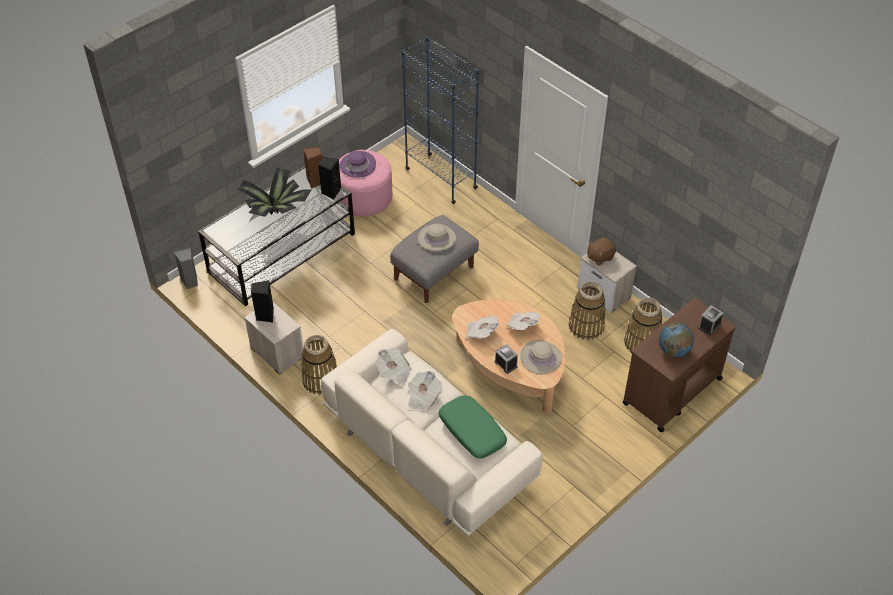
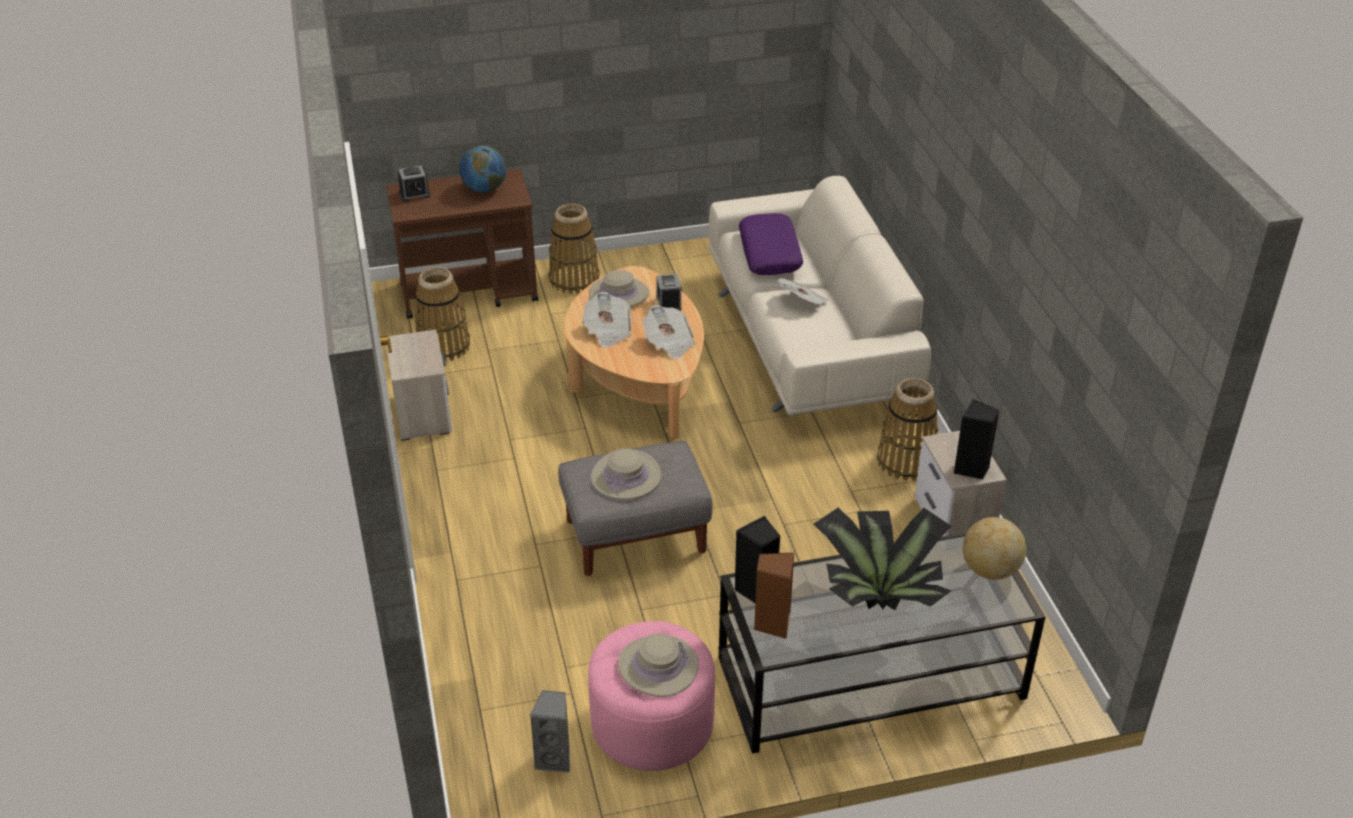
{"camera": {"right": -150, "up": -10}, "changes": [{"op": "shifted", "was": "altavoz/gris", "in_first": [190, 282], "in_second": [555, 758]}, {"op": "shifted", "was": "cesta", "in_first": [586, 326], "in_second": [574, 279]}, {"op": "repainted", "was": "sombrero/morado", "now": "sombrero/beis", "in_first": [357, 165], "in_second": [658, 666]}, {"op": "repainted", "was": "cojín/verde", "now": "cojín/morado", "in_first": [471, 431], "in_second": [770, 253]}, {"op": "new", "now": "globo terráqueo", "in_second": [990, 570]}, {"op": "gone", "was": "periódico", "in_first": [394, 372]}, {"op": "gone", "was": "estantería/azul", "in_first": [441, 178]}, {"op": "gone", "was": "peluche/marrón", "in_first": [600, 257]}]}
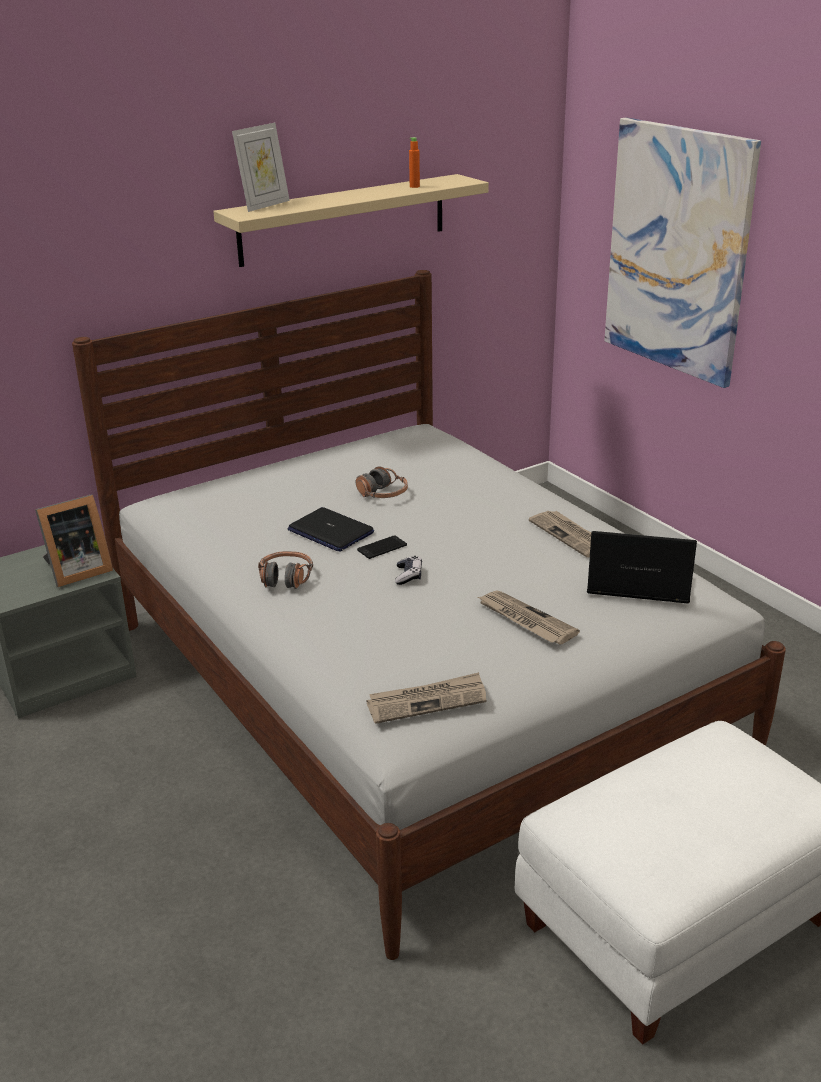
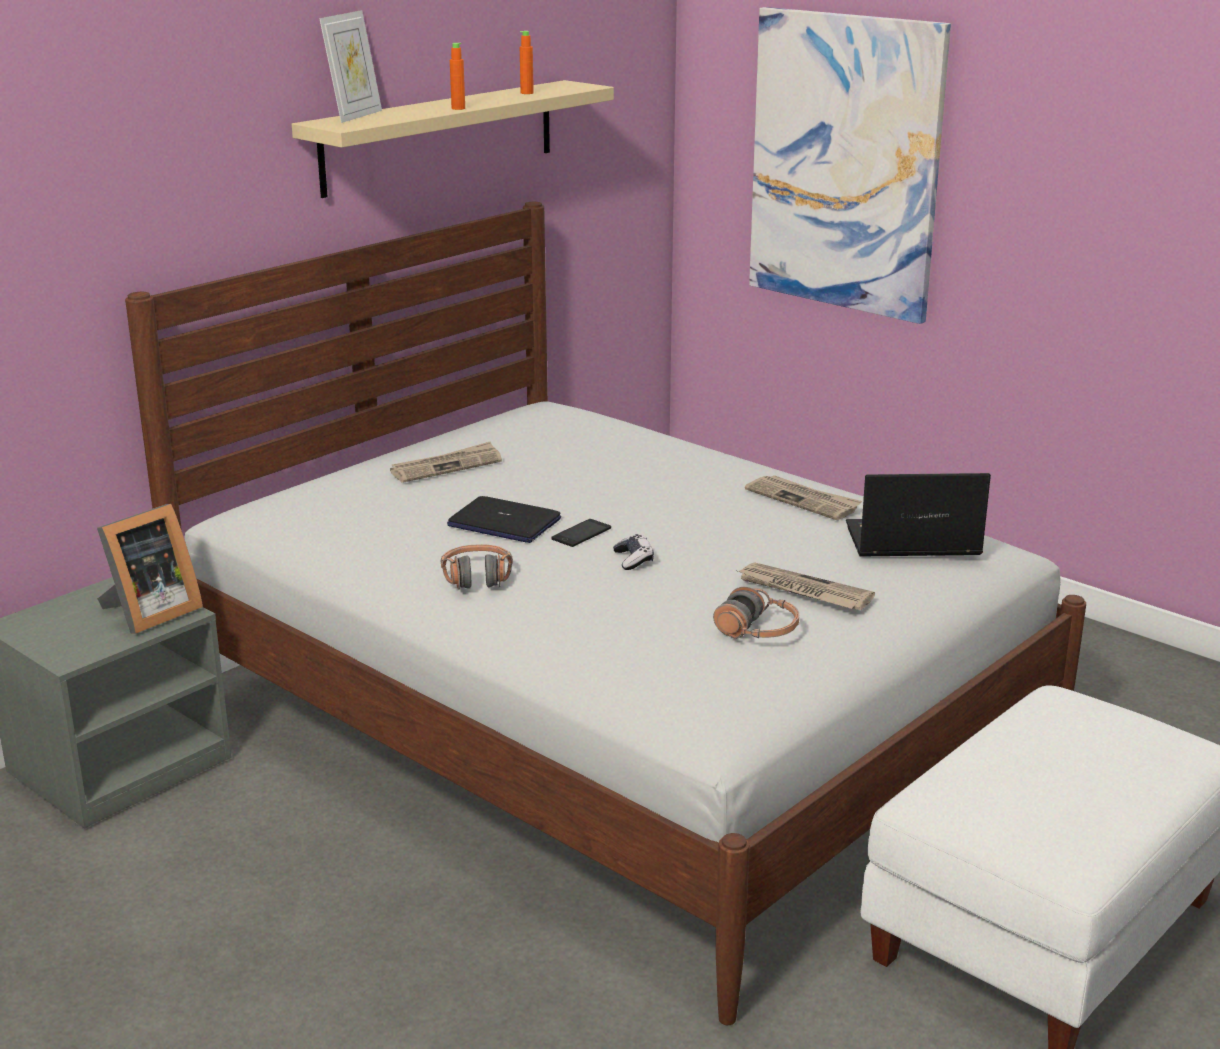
{"camera": {"right": -15, "up": -5}, "changes": [{"op": "shifted", "was": "periódico", "in_first": [427, 701], "in_second": [446, 466]}, {"op": "new", "now": "botella/naranja", "in_second": [458, 108]}, {"op": "shifted", "was": "auriculares", "in_first": [382, 494], "in_second": [757, 631]}]}
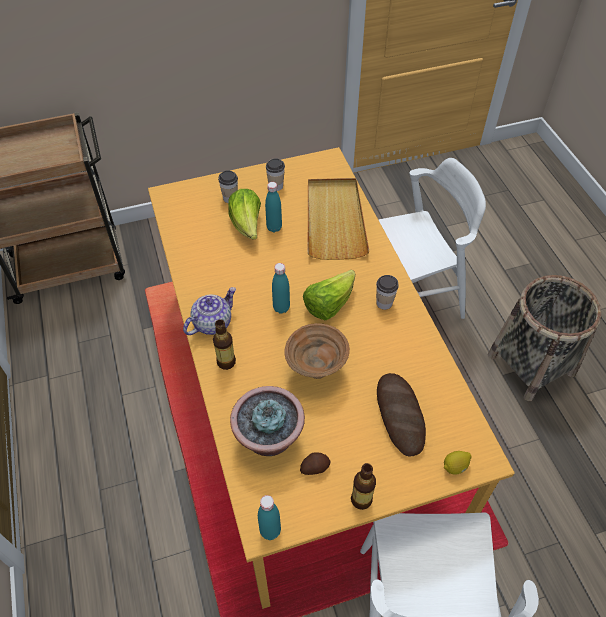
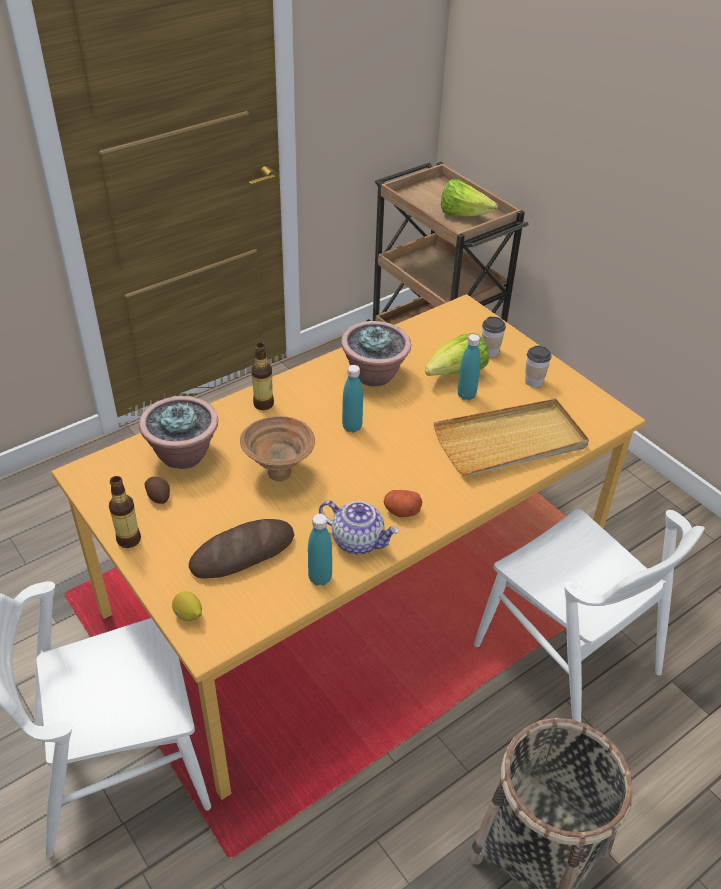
{"camera": {"right": 70, "up": -10}, "changes": [{"op": "shifted", "was": "botella/turquesa", "in_first": [270, 531], "in_second": [320, 578]}, {"op": "shifted", "was": "tetera", "in_first": [212, 323], "in_second": [358, 540]}, {"op": "new", "now": "planta en maceta", "in_second": [374, 375]}, {"op": "swapped", "was": "taza", "now": "patata", "in_first": [384, 303], "in_second": [401, 511]}, {"op": "shifted", "was": "lechuga", "in_first": [329, 304], "in_second": [463, 215]}]}
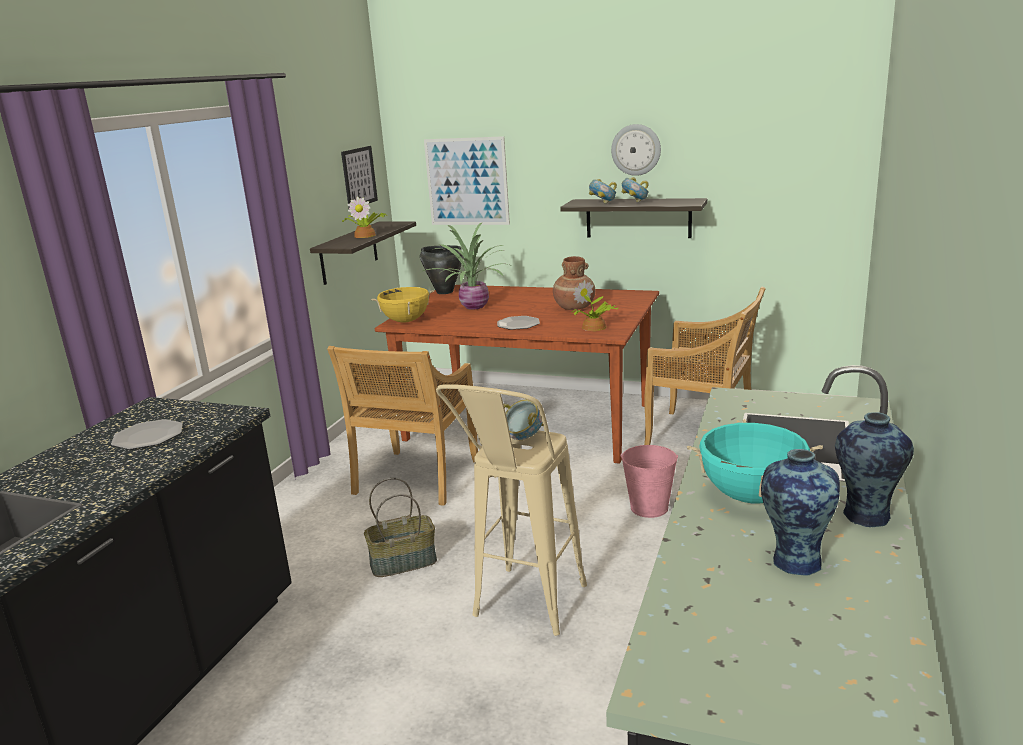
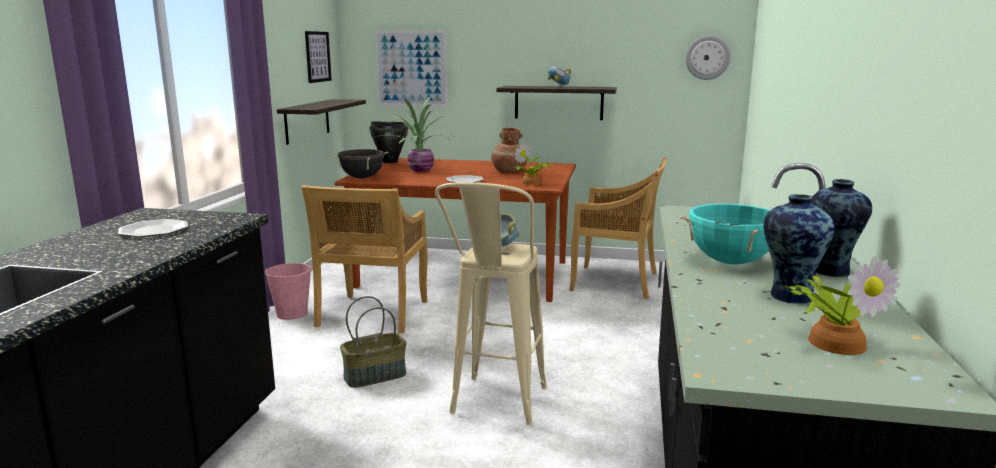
{"camera": {"right": -10, "up": -5}, "changes": [{"op": "shifted", "was": "cubo/rosa", "in_first": [649, 507], "in_second": [292, 313]}, {"op": "repainted", "was": "olla/amarillo", "now": "olla/negro", "in_first": [405, 321], "in_second": [362, 178]}, {"op": "shifted", "was": "reloj de pared", "in_first": [636, 149], "in_second": [707, 57]}, {"op": "shifted", "was": "planta en maceta", "in_first": [366, 235], "in_second": [837, 341]}, {"op": "gone", "was": "cuenco", "in_first": [603, 204]}]}
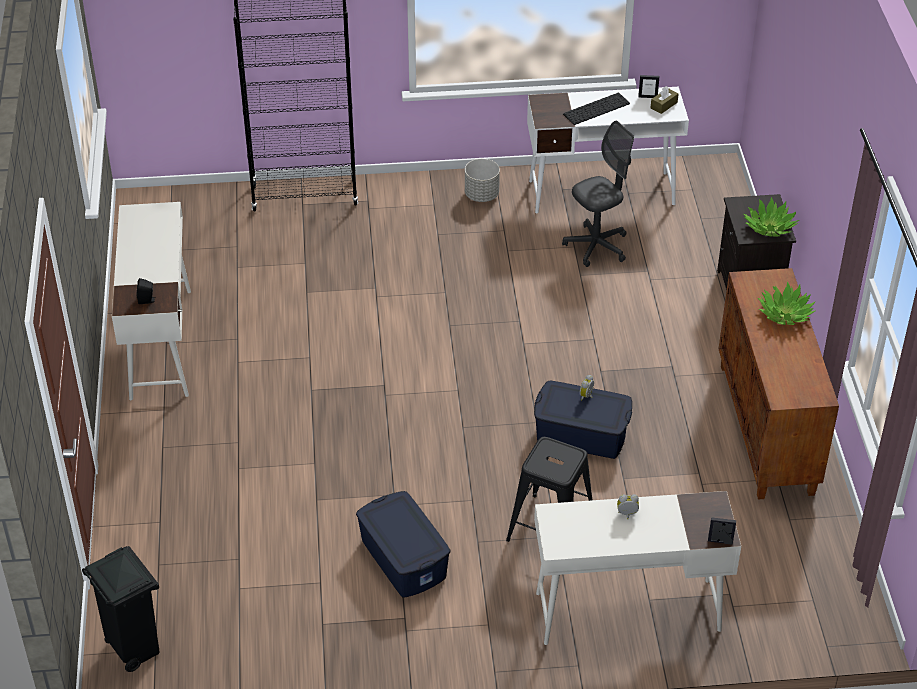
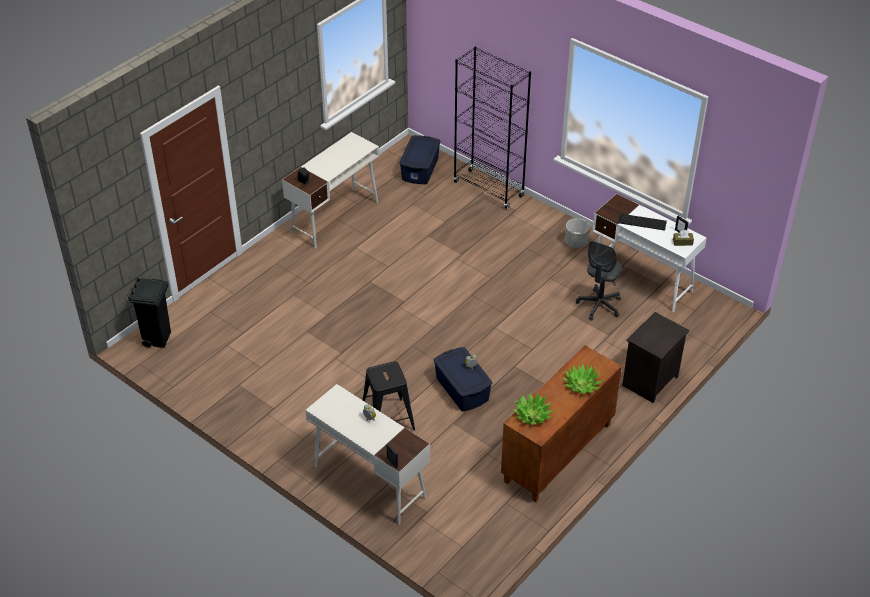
{"camera": {"right": 45, "up": 0}, "changes": [{"op": "shifted", "was": "caja de almacenaje/azul", "in_first": [404, 558], "in_second": [420, 169]}, {"op": "shifted", "was": "planta en maceta", "in_first": [769, 227], "in_second": [532, 414]}, {"op": "rotated", "was": "silla de oficina/gris", "in_first": [596, 246], "in_second": [599, 305], "clockwise": 105}]}
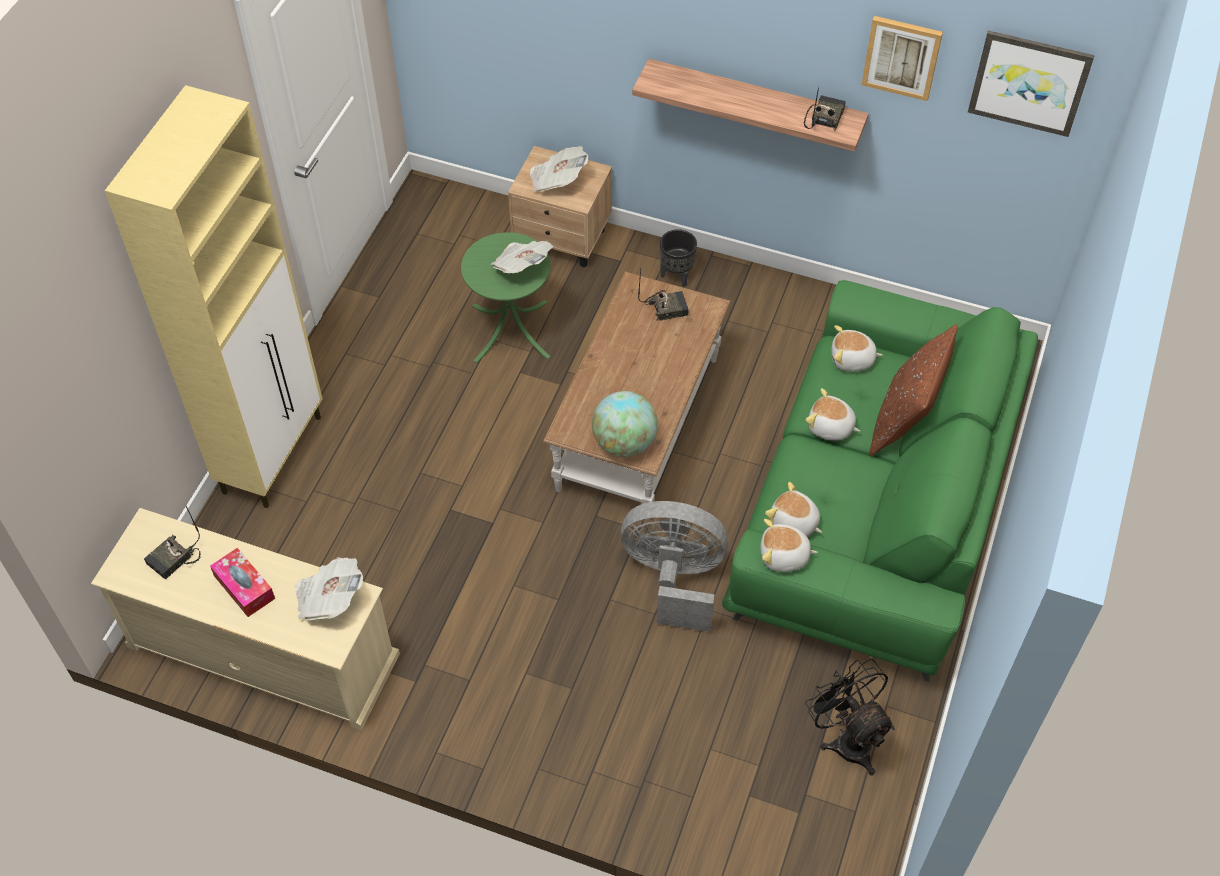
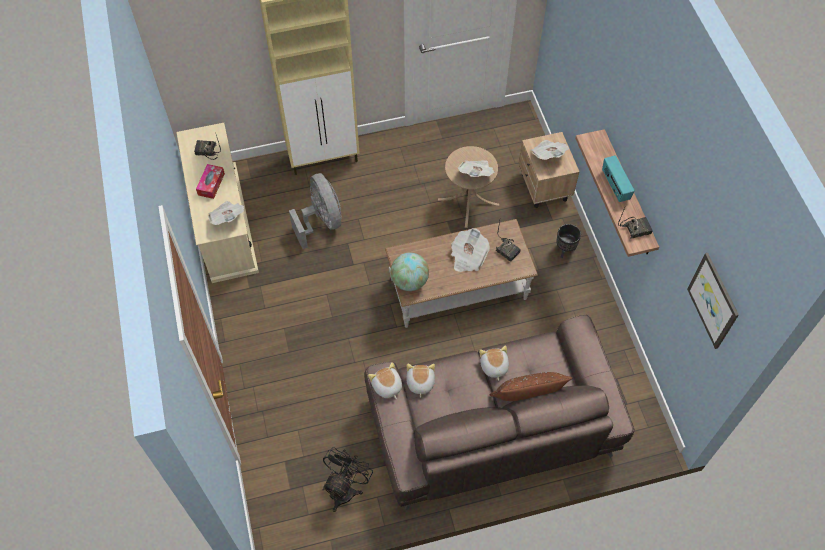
{"camera": {"right": 55, "up": 5}, "changes": [{"op": "shifted", "was": "ventilador/gris", "in_first": [674, 579], "in_second": [321, 222]}, {"op": "repainted", "was": "sofá/verde", "now": "sofá/marrón", "in_first": [873, 509], "in_second": [491, 426]}, {"op": "repainted", "was": "mesa auxiliar/verde", "now": "mesa auxiliar/beis", "in_first": [511, 331], "in_second": [468, 202]}, {"op": "new", "now": "periódico", "in_second": [468, 257]}, {"op": "new", "now": "radio", "in_second": [615, 186]}, {"op": "gone", "was": "peluche", "in_first": [852, 360]}, {"op": "gone", "was": "cuadro", "in_first": [901, 57]}]}
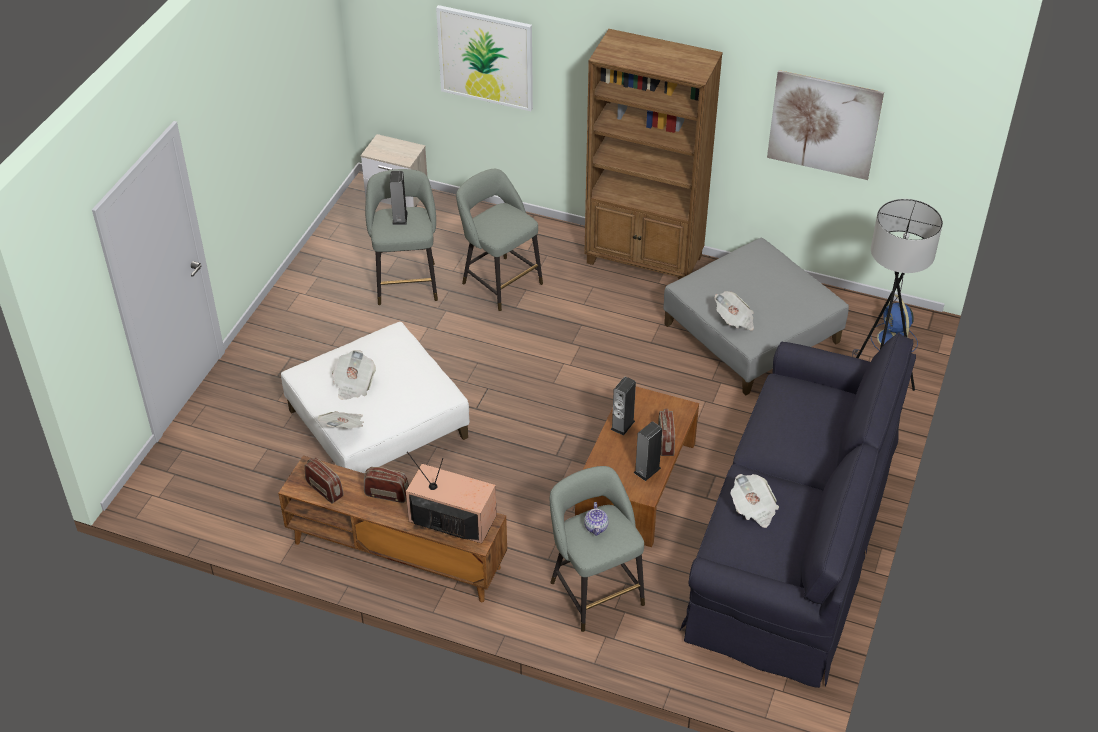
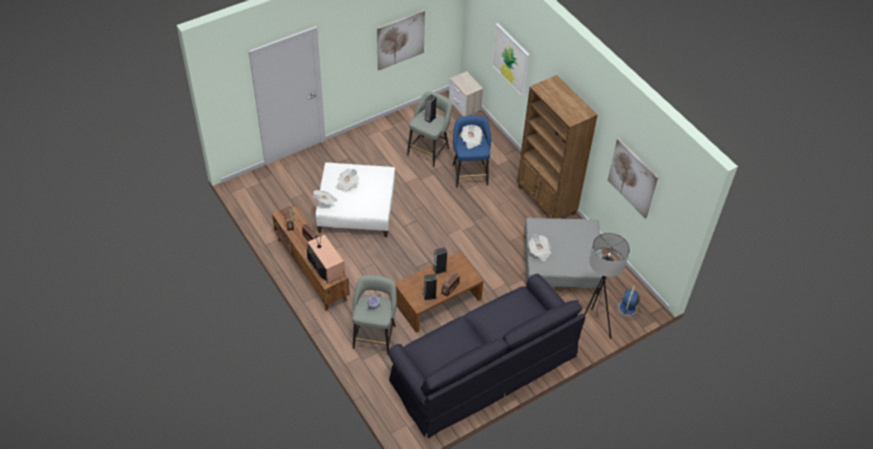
{"camera": {"right": 35, "up": 5}, "changes": [{"op": "new", "now": "cuadro", "in_second": [400, 40]}, {"op": "repainted", "was": "taburete/gris", "now": "taburete/azul", "in_first": [499, 281], "in_second": [469, 173]}, {"op": "shifted", "was": "periódico", "in_first": [753, 509], "in_second": [471, 140]}]}
